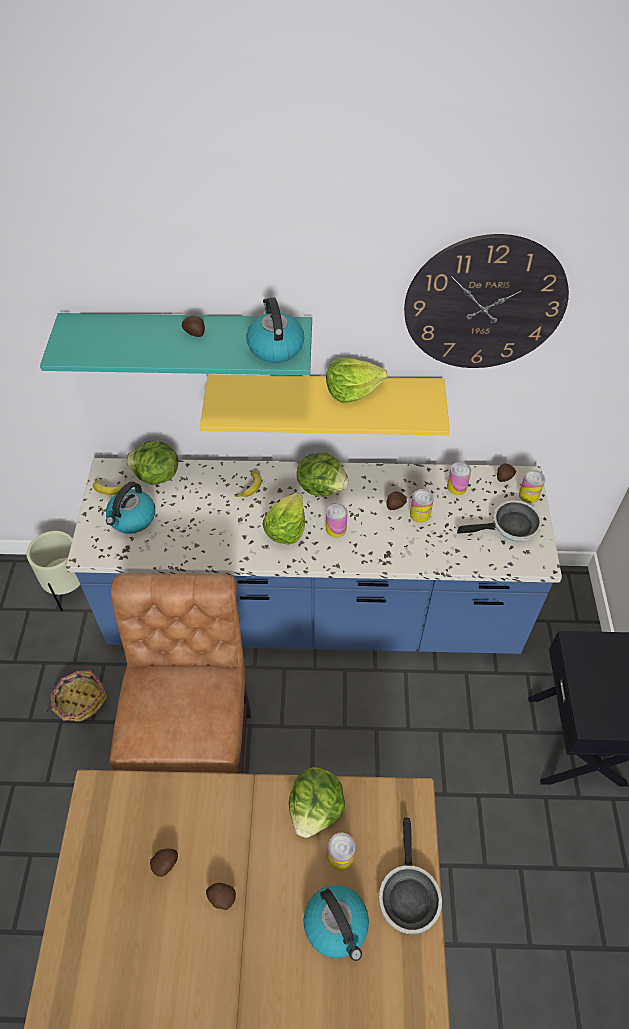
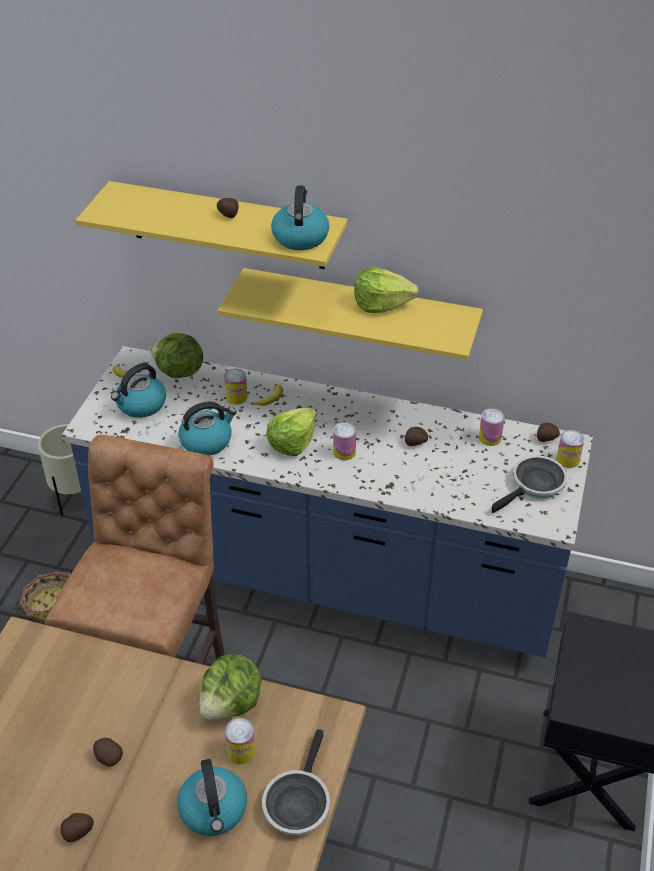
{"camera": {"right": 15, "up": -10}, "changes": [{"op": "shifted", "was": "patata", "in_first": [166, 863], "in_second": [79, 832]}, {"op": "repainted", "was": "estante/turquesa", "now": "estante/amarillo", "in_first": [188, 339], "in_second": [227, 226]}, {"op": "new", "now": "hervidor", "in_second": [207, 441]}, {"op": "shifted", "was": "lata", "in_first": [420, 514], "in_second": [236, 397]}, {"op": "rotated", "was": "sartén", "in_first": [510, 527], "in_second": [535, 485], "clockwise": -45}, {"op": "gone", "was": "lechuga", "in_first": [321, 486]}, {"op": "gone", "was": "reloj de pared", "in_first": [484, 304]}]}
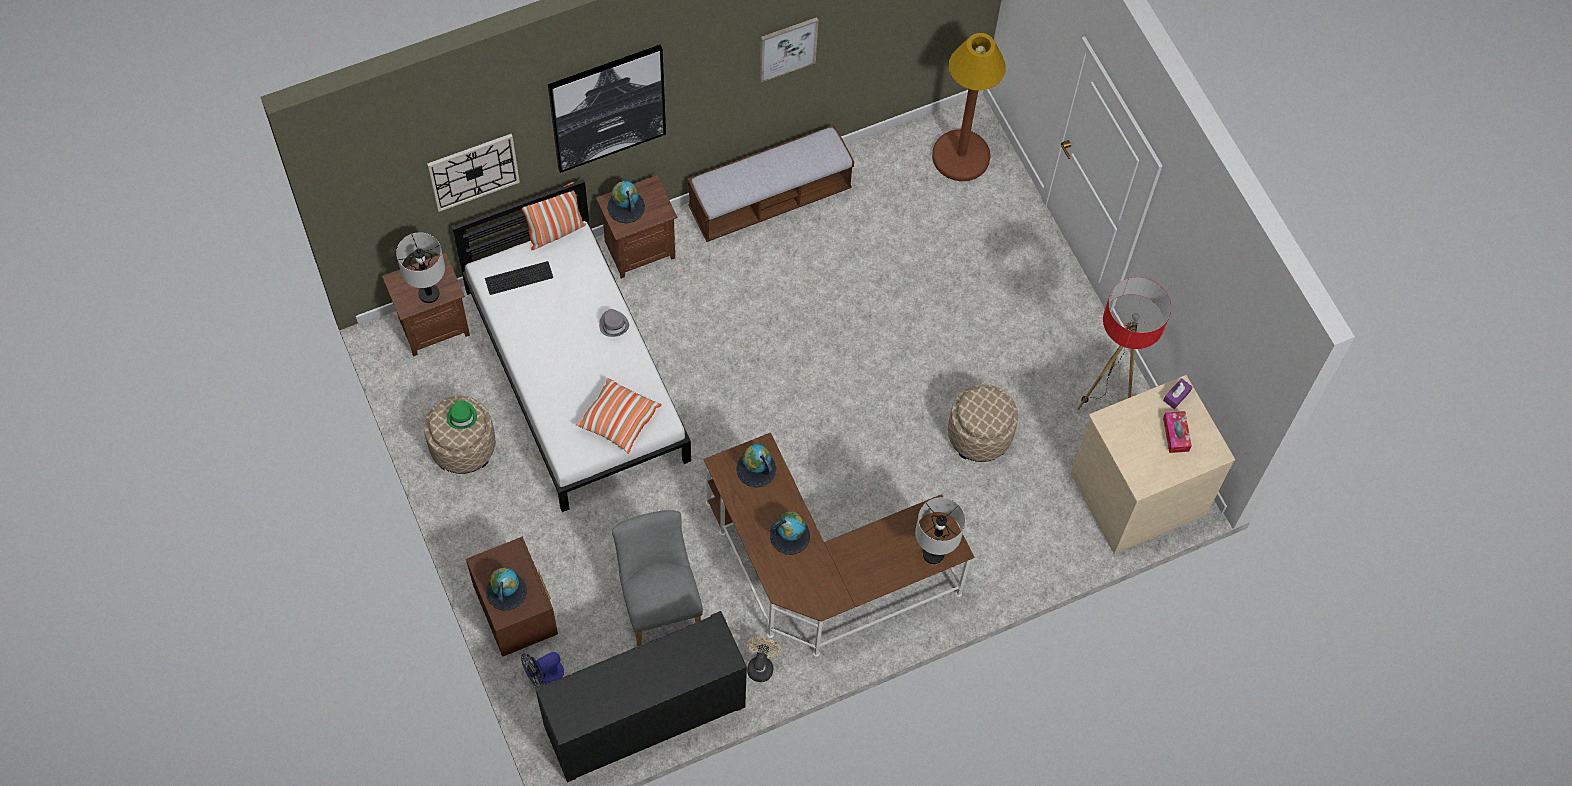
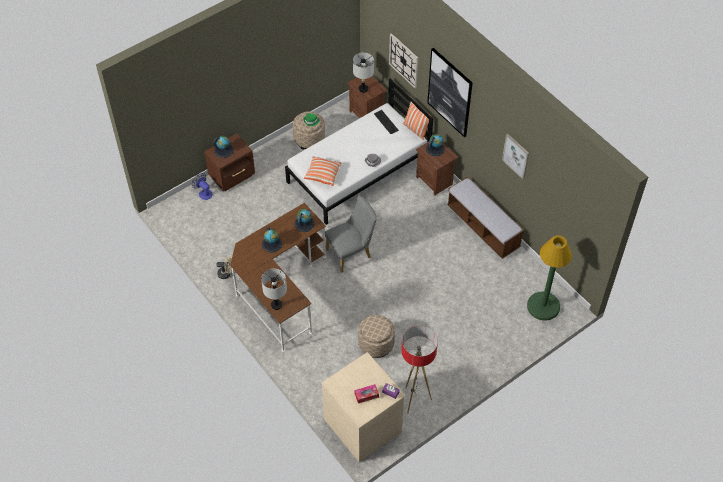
{"camera": {"right": 80, "up": -10}, "changes": [{"op": "shifted", "was": "silla/gris", "in_first": [659, 601], "in_second": [351, 253]}, {"op": "repainted", "was": "lámpara de pie/marrón", "now": "lámpara de pie/verde", "in_first": [961, 156], "in_second": [543, 306]}, {"op": "gone", "was": "armario/negro", "in_first": [645, 717]}]}
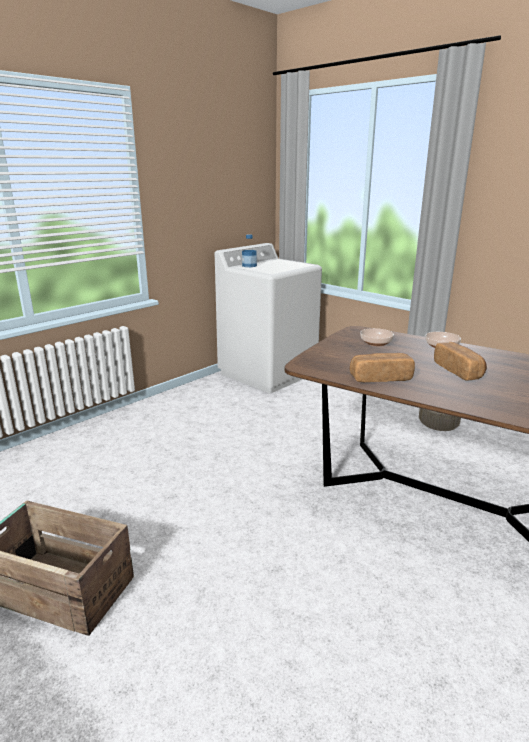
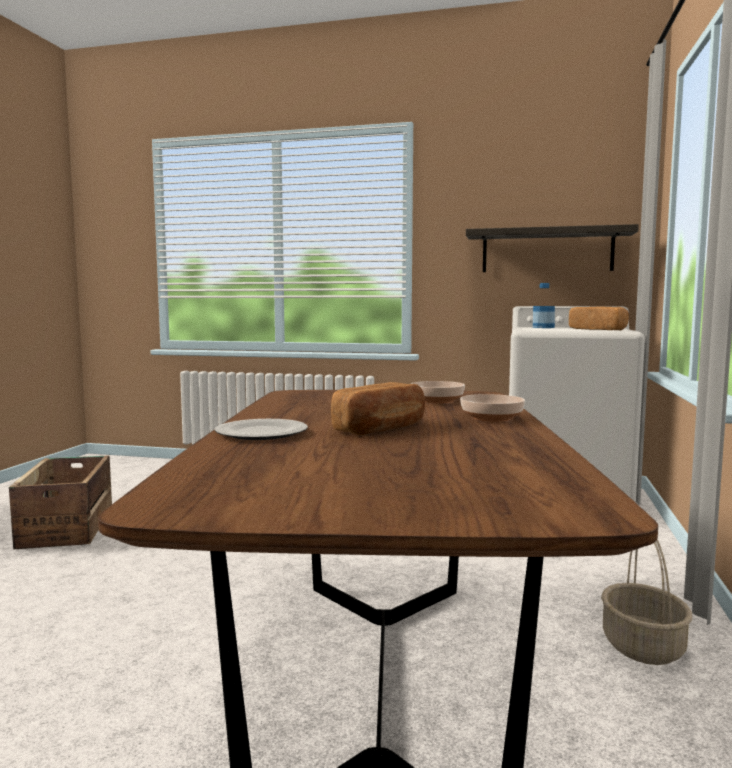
{"camera": {"right": 60, "up": -15}, "changes": [{"op": "new", "now": "plato", "in_second": [260, 433]}, {"op": "new", "now": "estante", "in_second": [547, 251]}, {"op": "shifted", "was": "pan", "in_first": [380, 378], "in_second": [598, 330]}]}
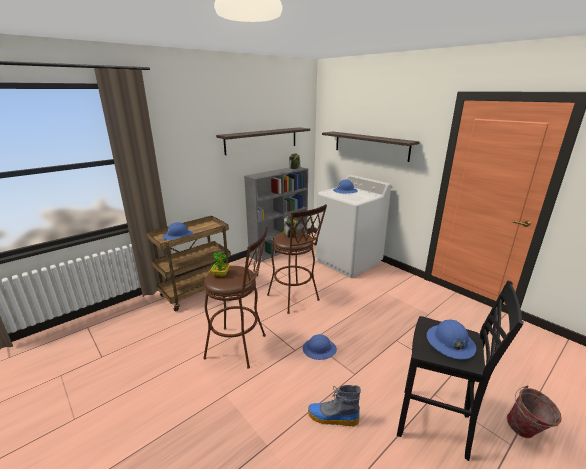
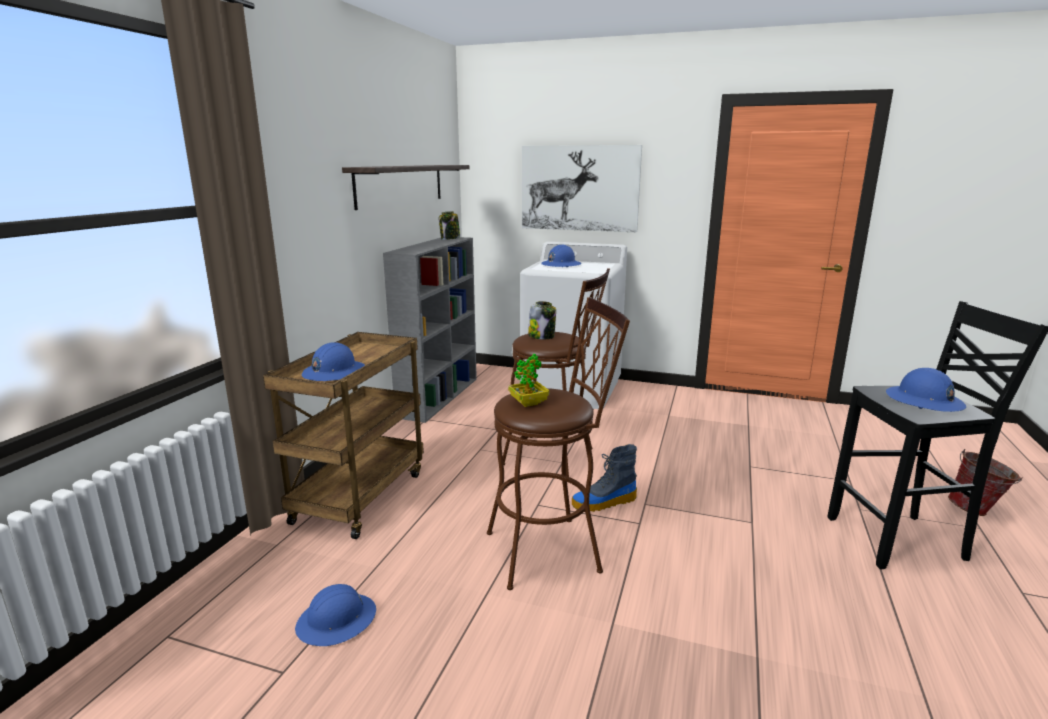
{"camera": {"right": -30, "up": -5}, "changes": [{"op": "shifted", "was": "casco/azul", "in_first": [319, 349], "in_second": [337, 621]}, {"op": "swapped", "was": "estante", "now": "cuadro", "in_first": [370, 145], "in_second": [579, 188]}, {"op": "shifted", "was": "bota", "in_first": [332, 418], "in_second": [604, 502]}]}
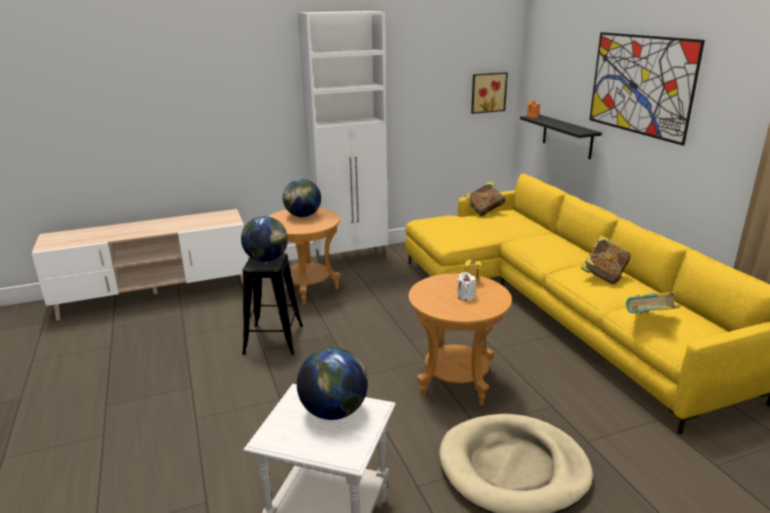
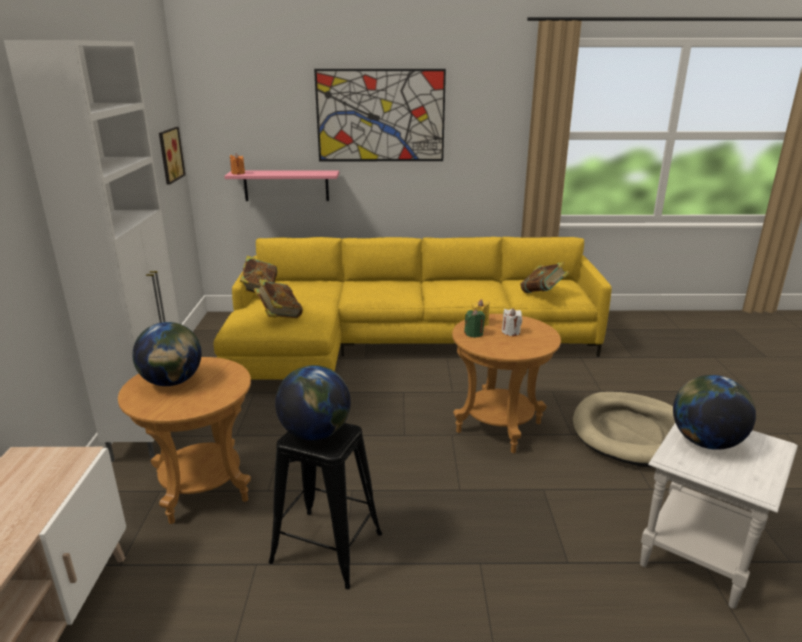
{"camera": {"right": -70, "up": 0}, "changes": [{"op": "repainted", "was": "estante/negro", "now": "estante/rosa", "in_first": [567, 136], "in_second": [286, 185]}, {"op": "shifted", "was": "libro", "in_first": [603, 276], "in_second": [279, 316]}, {"op": "new", "now": "vela/verde", "in_second": [474, 334]}]}
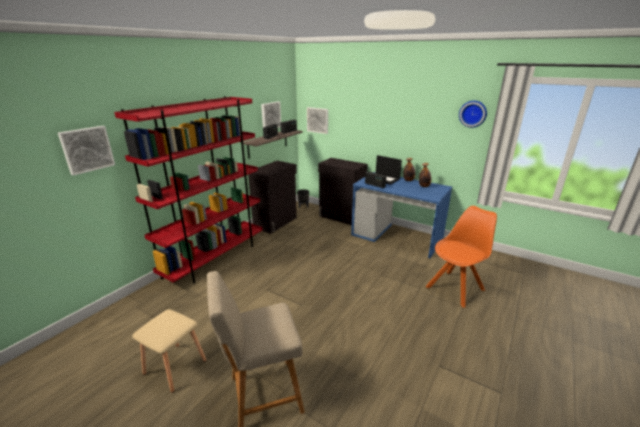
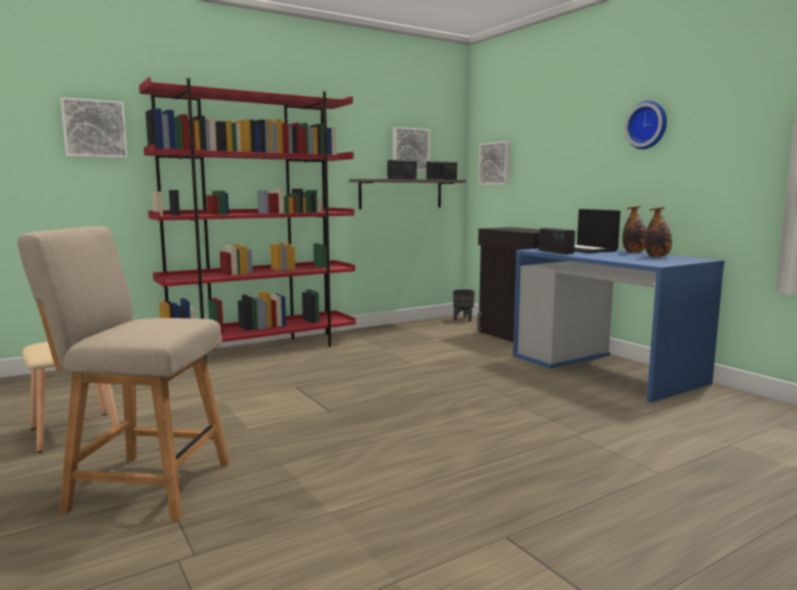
{"camera": {"right": 25, "up": -15}, "changes": [{"op": "shifted", "was": "reloj de pared", "in_first": [473, 113], "in_second": [648, 125]}, {"op": "gone", "was": "armario/negro", "in_first": [276, 222]}, {"op": "gone", "was": "silla/naranja", "in_first": [456, 288]}]}
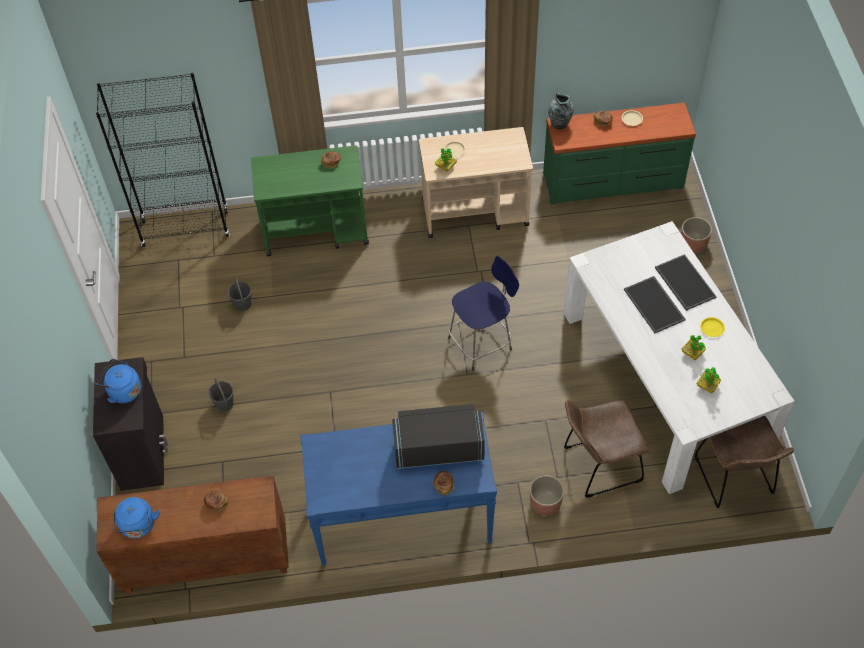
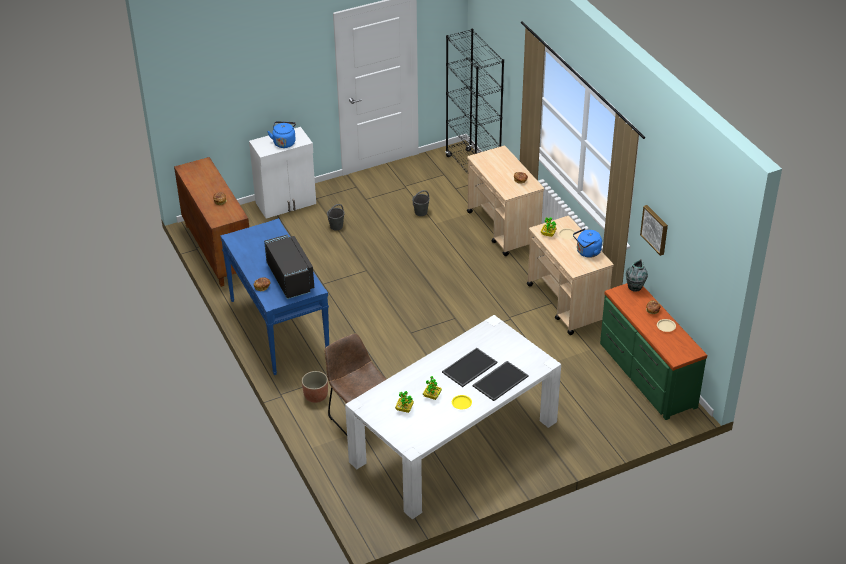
{"camera": {"right": 70, "up": -15}, "changes": [{"op": "repainted", "was": "armario/negro", "now": "armario/blanco", "in_first": [143, 452], "in_second": [286, 203]}, {"op": "repainted", "was": "carrito/verde", "now": "carrito/beis", "in_first": [316, 230], "in_second": [503, 228]}, {"op": "shifted", "was": "hervidor/azul", "in_first": [138, 526], "in_second": [587, 252]}, {"op": "new", "now": "cuadro", "in_second": [655, 229]}, {"op": "gone", "was": "taburete/azul", "in_first": [482, 343]}, {"op": "gone", "was": "maceta", "in_first": [693, 244]}, {"op": "gone", "was": "silla/marrón", "in_first": [735, 479]}]}
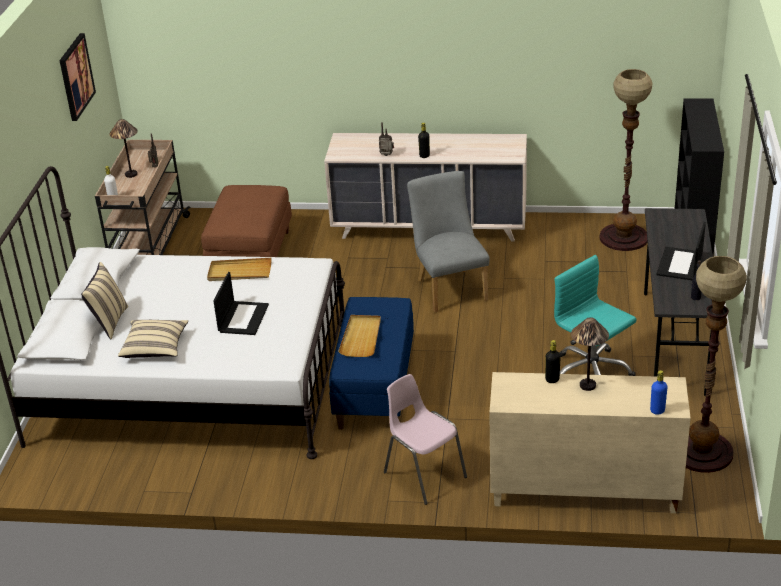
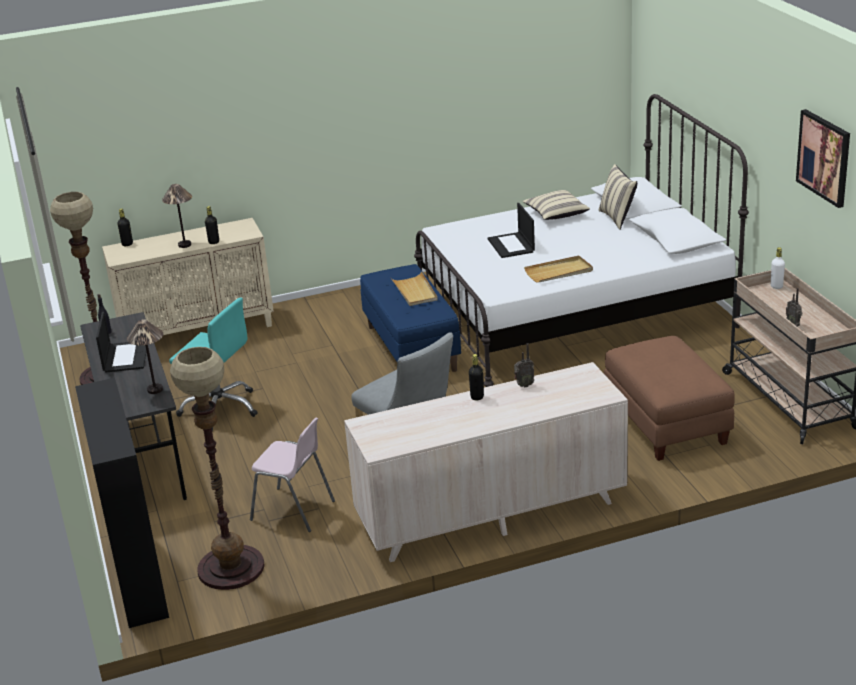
{"camera": {"right": 155, "up": -5}, "changes": [{"op": "repainted", "was": "botella/azul", "now": "botella/negro", "in_first": [657, 410], "in_second": [127, 244]}, {"op": "shifted", "was": "lámpara de mesa", "in_first": [131, 174], "in_second": [155, 389]}, {"op": "shifted", "was": "silla/rosa", "in_first": [424, 474], "in_second": [293, 511]}]}
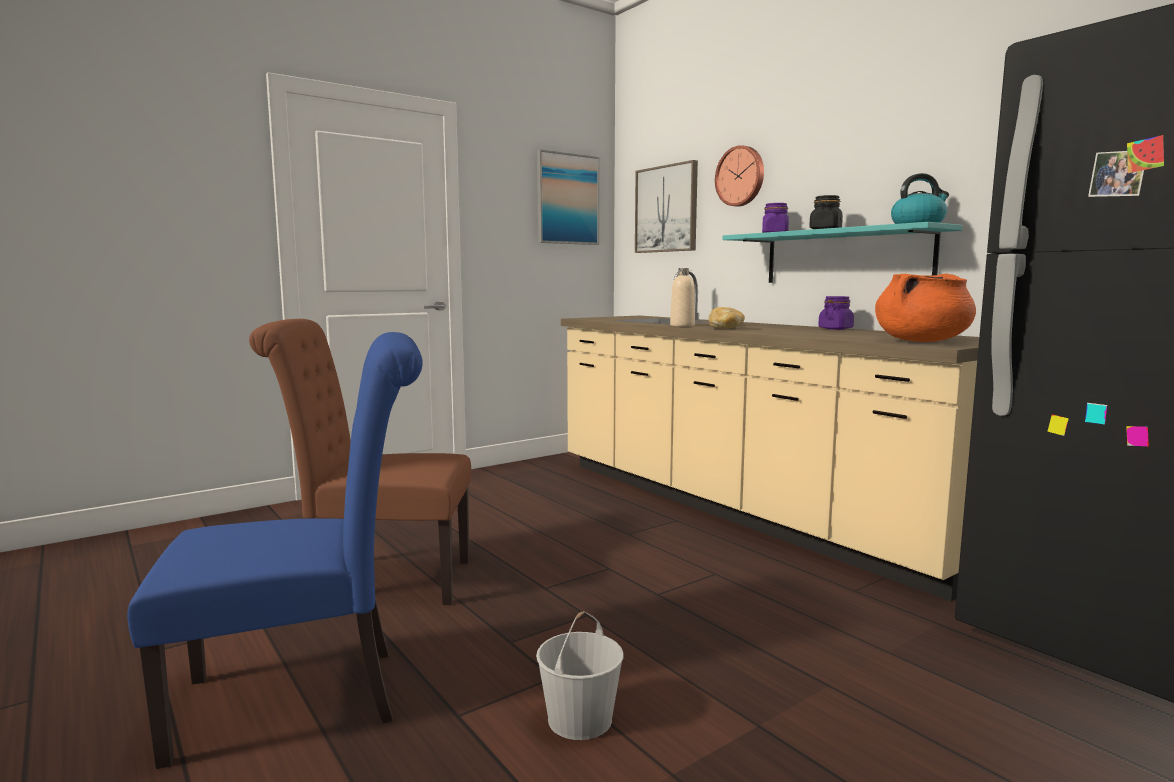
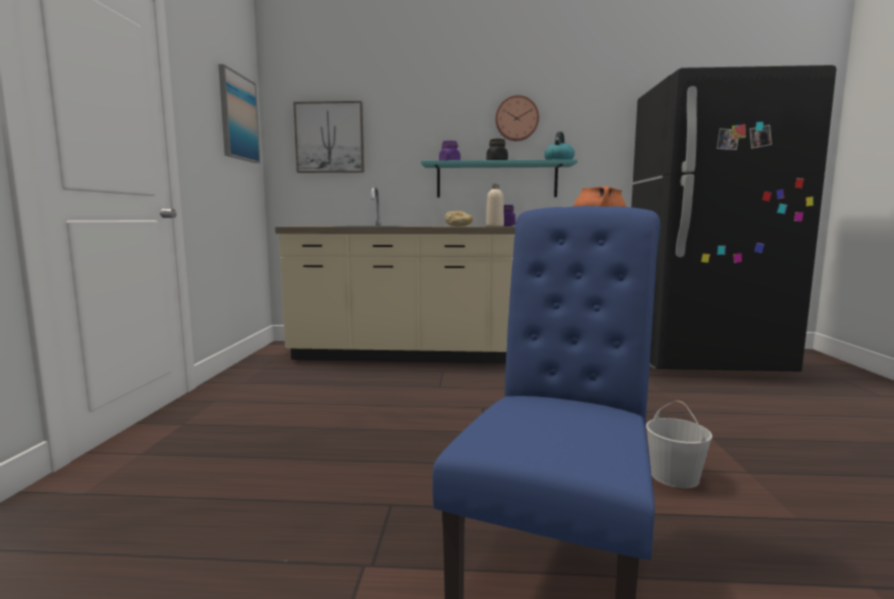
{"camera": {"right": -50, "up": 0}, "changes": [{"op": "shifted", "was": "botella/beis", "in_first": [682, 325], "in_second": [494, 226]}, {"op": "shifted", "was": "reloj de pared", "in_first": [741, 176], "in_second": [516, 119]}, {"op": "gone", "was": "silla/marrón", "in_first": [378, 581]}]}
